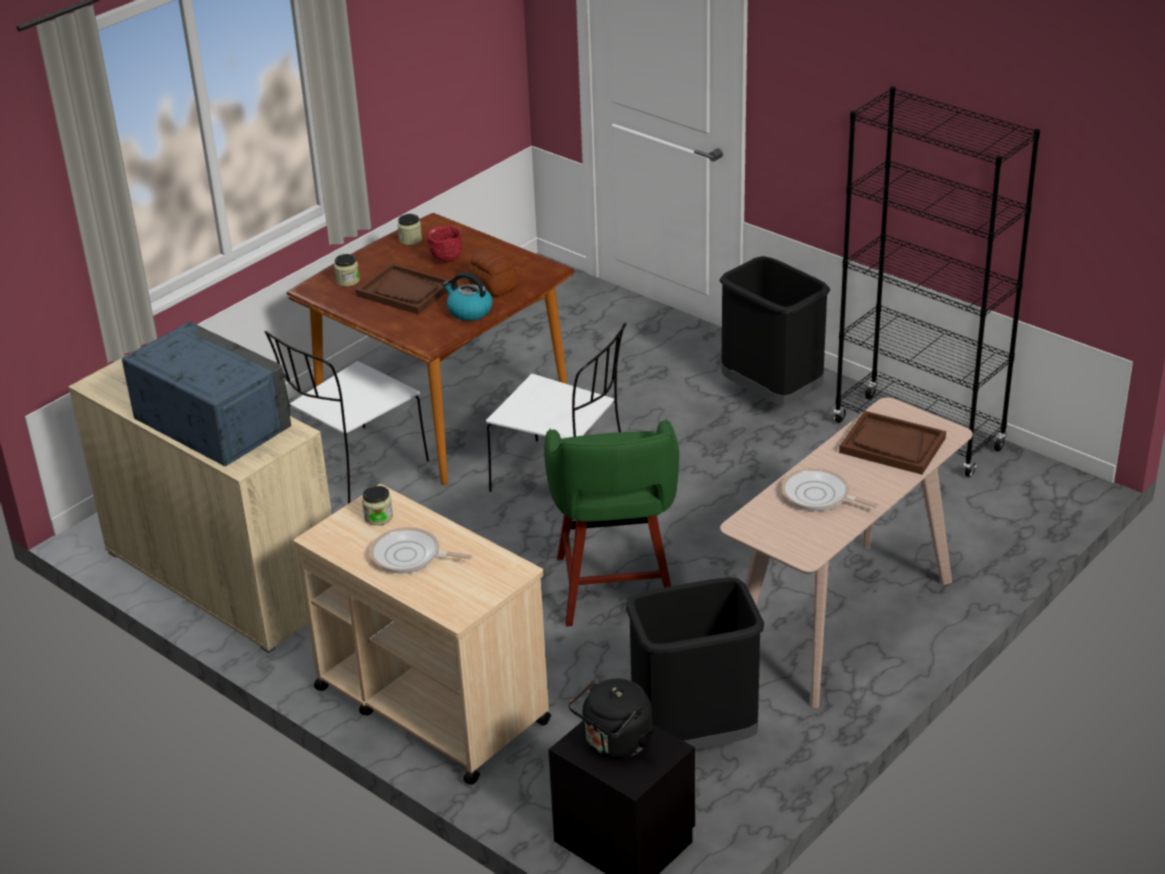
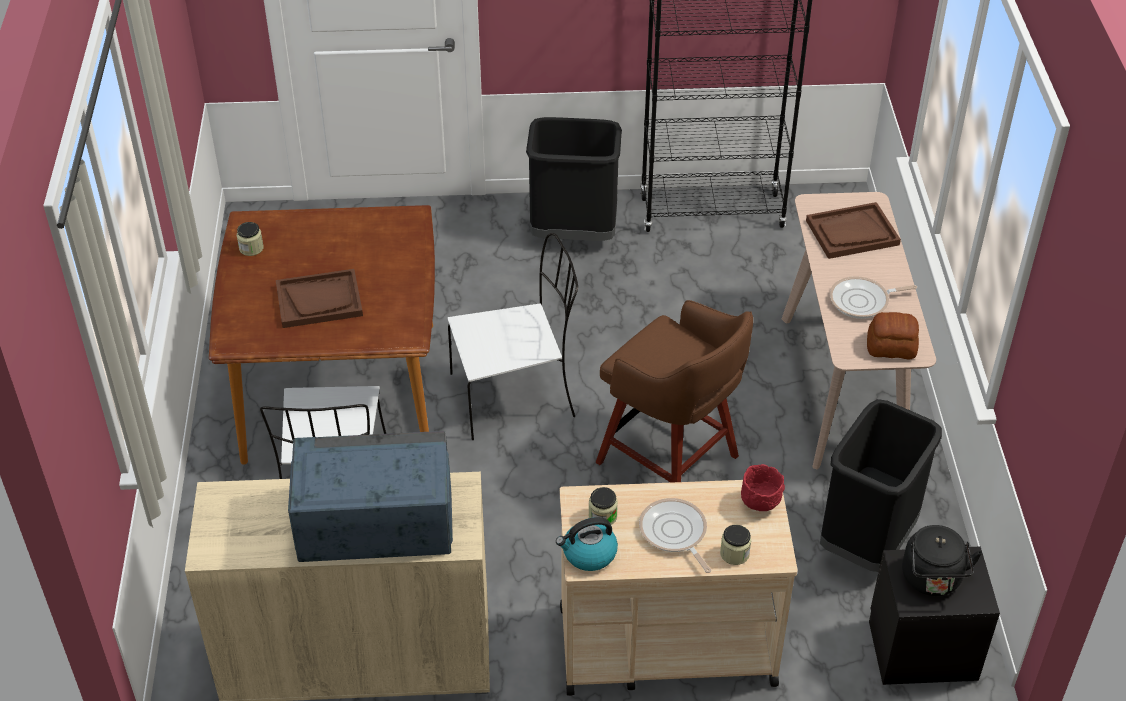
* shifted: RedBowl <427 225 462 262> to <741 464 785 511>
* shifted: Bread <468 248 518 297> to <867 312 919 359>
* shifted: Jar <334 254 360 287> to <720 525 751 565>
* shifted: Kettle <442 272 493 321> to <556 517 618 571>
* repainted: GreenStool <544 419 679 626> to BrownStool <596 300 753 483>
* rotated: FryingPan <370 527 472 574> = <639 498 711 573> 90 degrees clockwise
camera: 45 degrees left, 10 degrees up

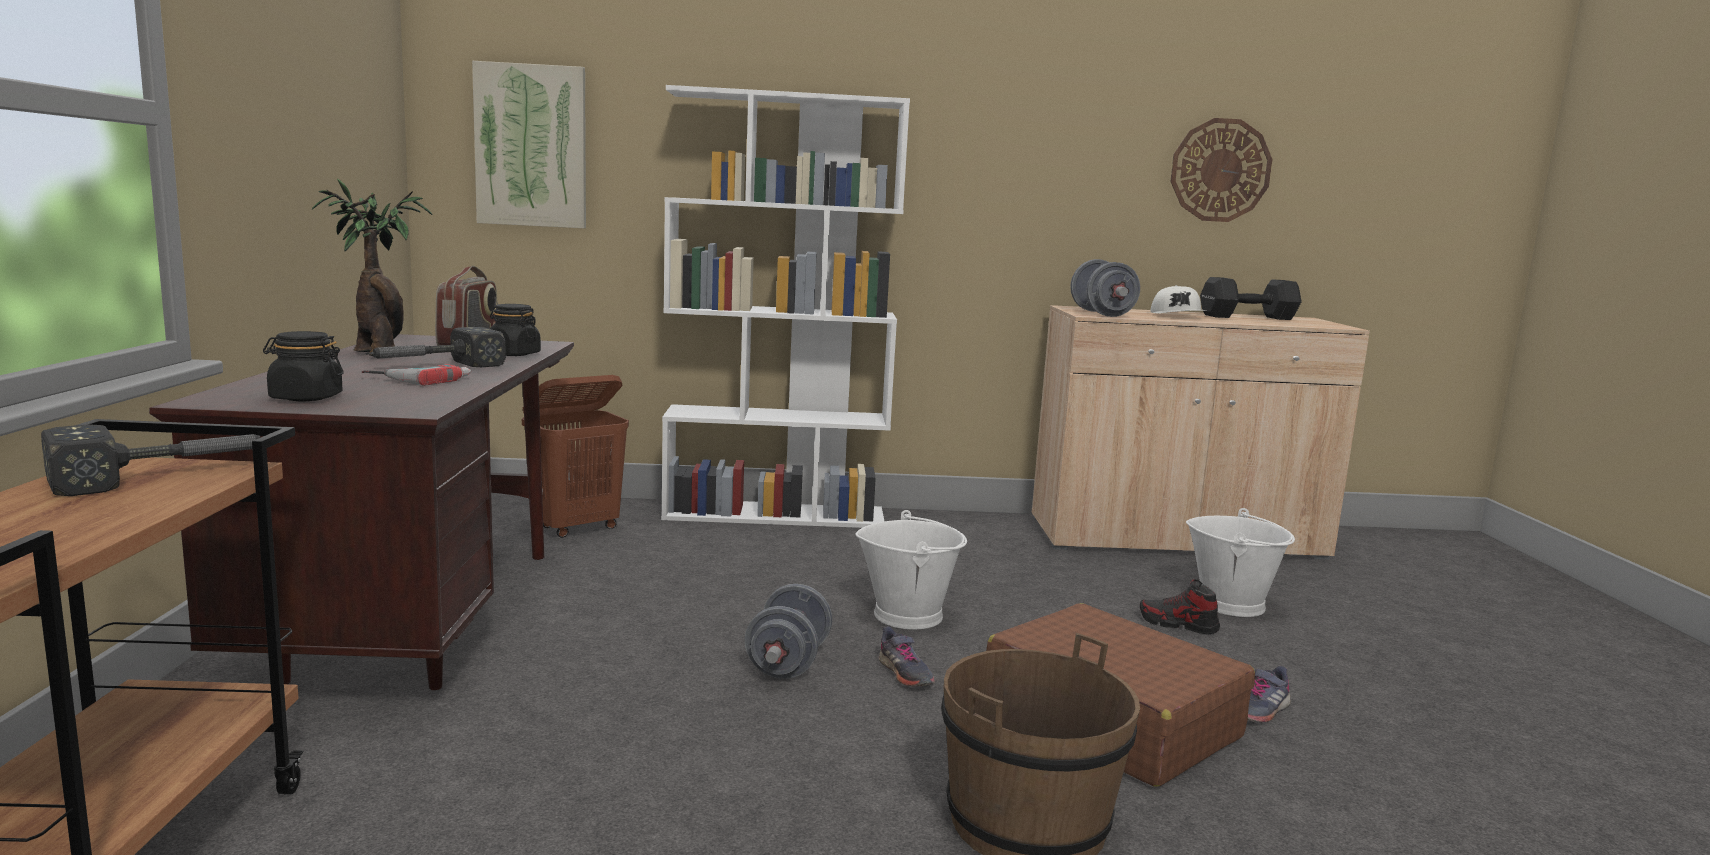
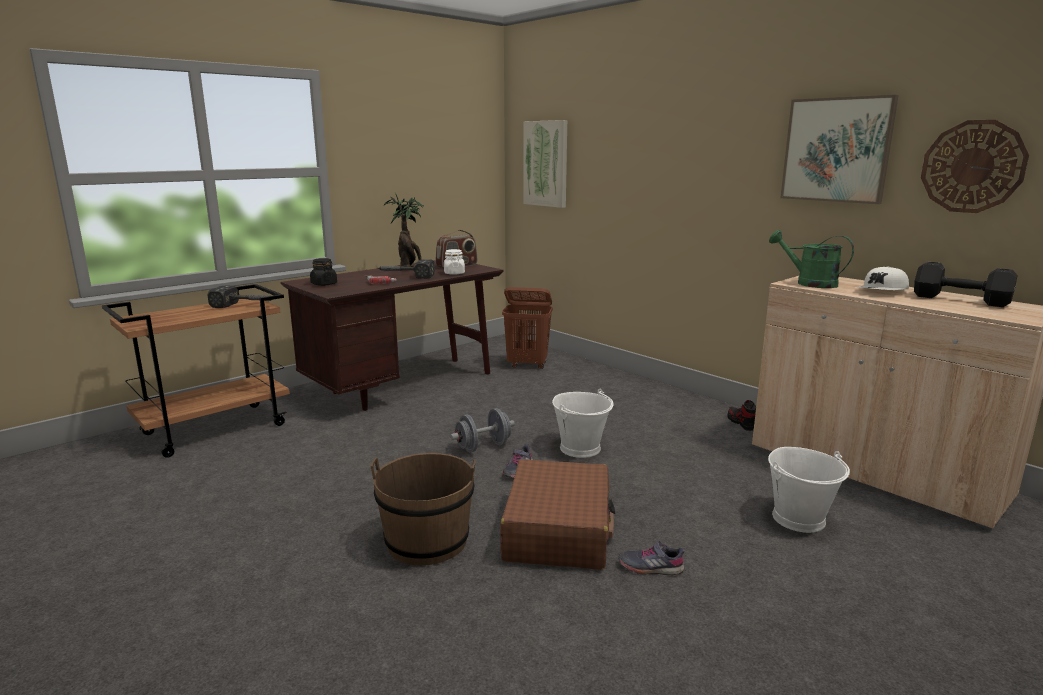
* gone: WhiteBookcase <661 85 910 528>
* swapped: GreyDumbbell <1070 259 1140 317> to GreenWateringCan <769 230 854 288>
* repainted: BlackJar <490 304 541 356> to WhiteJar <444 249 465 275>
* shifted: Shoe <1140 579 1220 635> to <728 400 756 431>
* new: Picture <780 95 899 204>
camera: 50 degrees right, 5 degrees up

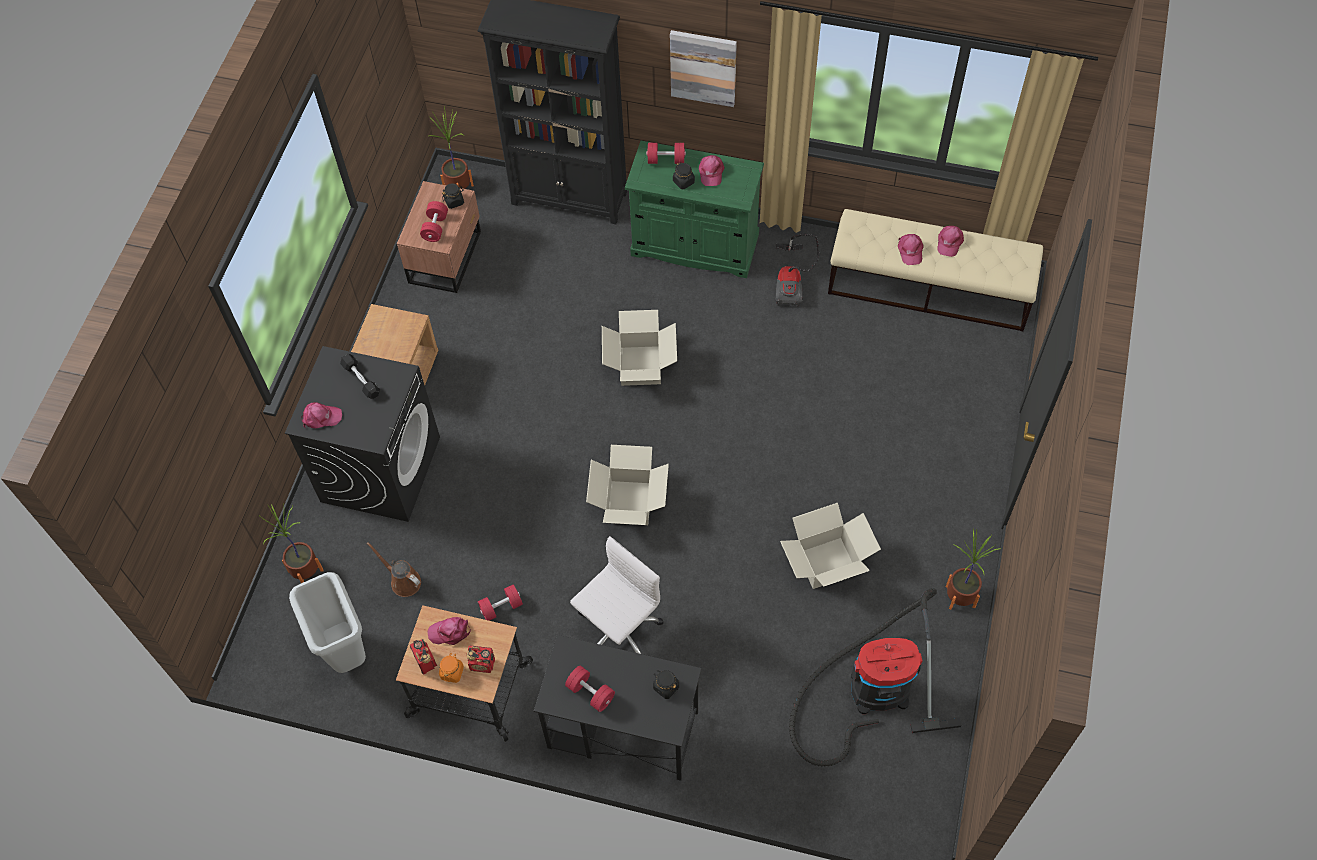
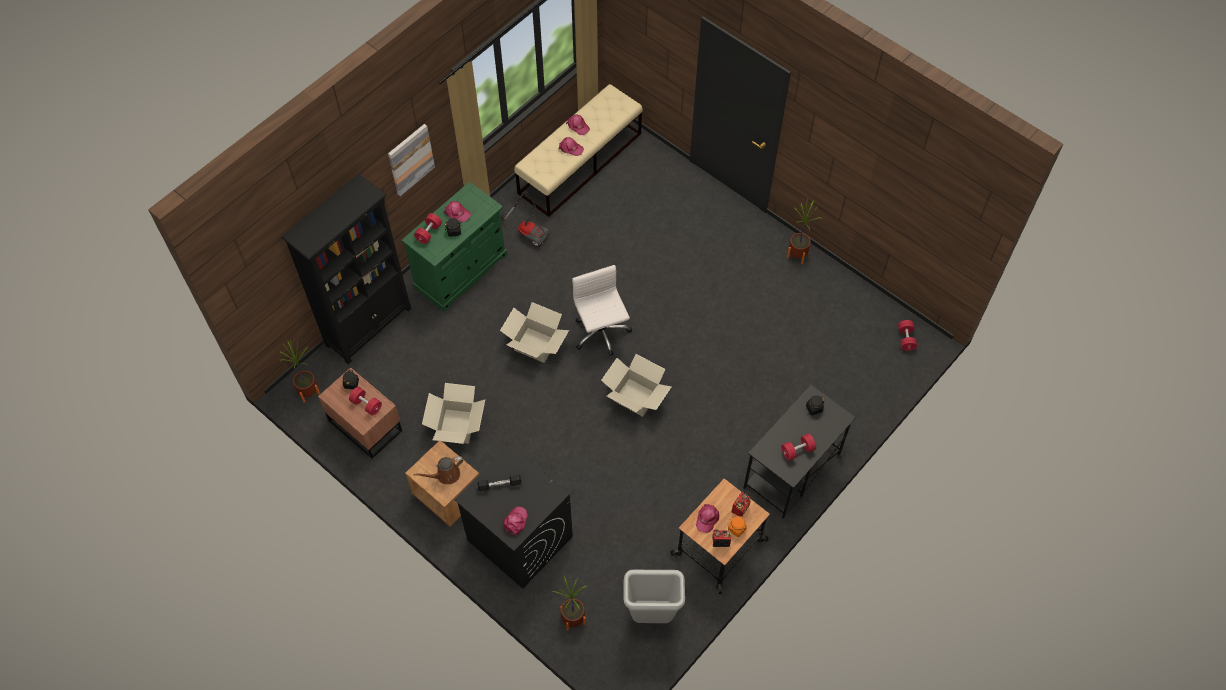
* shifted: CardboardBox <780 503 881 589> to <422 383 485 444>
* shifted: WhiteOfficeChair <570 536 664 654> to <572 265 632 356>
* shifted: BrownWateringCan <367 542 421 597> to <413 456 463 484>
* shifted: RedDumbbell <478 585 523 621> to <898 320 917 351>
* gone: VacuumCleaner <789 588 962 767>
camera: 65 degrees left, 0 degrees up

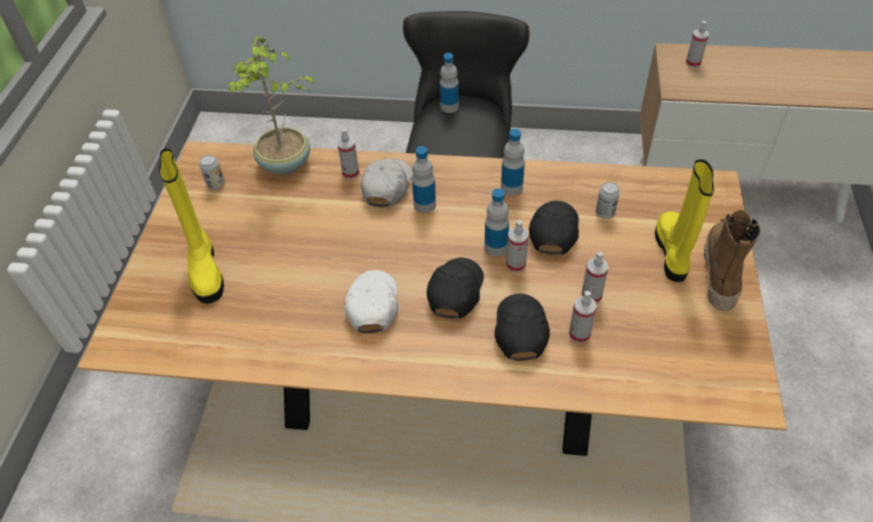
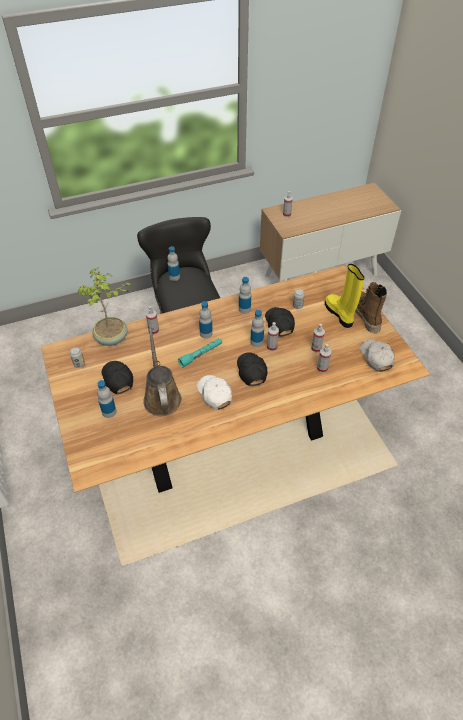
* swapped: YellowBoot <159 148 224 304> to Bottle <97 380 117 418>
* shifted: WhiteCap <361 159 413 207> to <360 339 395 372>
* shifted: BlackCap <495 294 550 361> to <102 361 133 394>
* new: BrownWateringCan <143 328 182 416>
* new: TurquoiseFlashlight <178 338 222 367>
camera: 30 degrees left, 0 degrees up

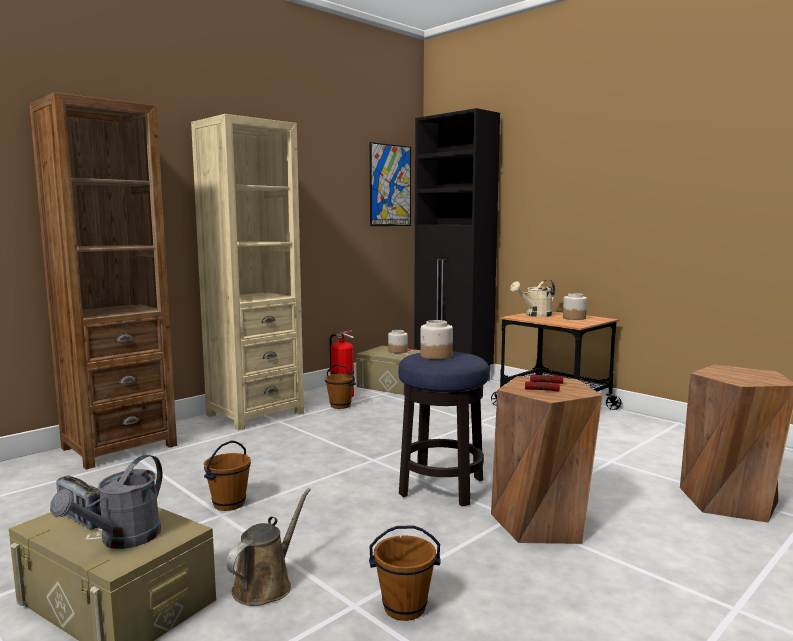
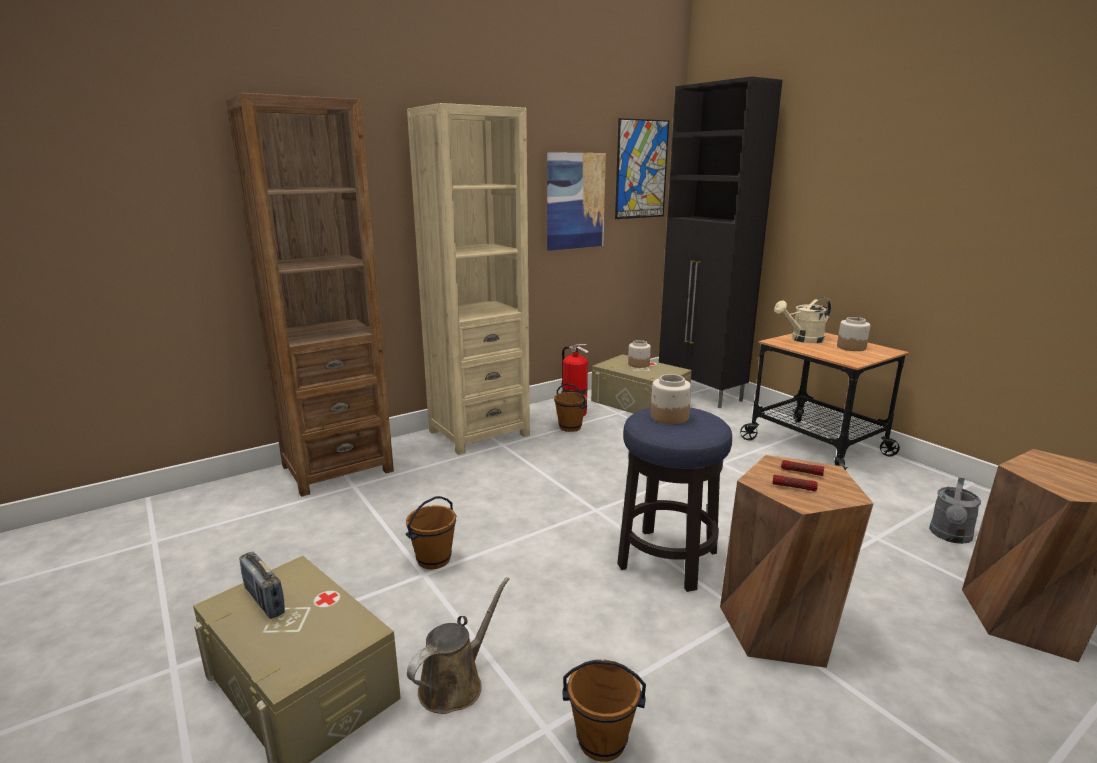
* shifted: GreyWateringCan <50 455 162 549> to <929 477 981 544>
* new: Picture <547 152 606 251>
camera: 10 degrees right, 10 degrees up

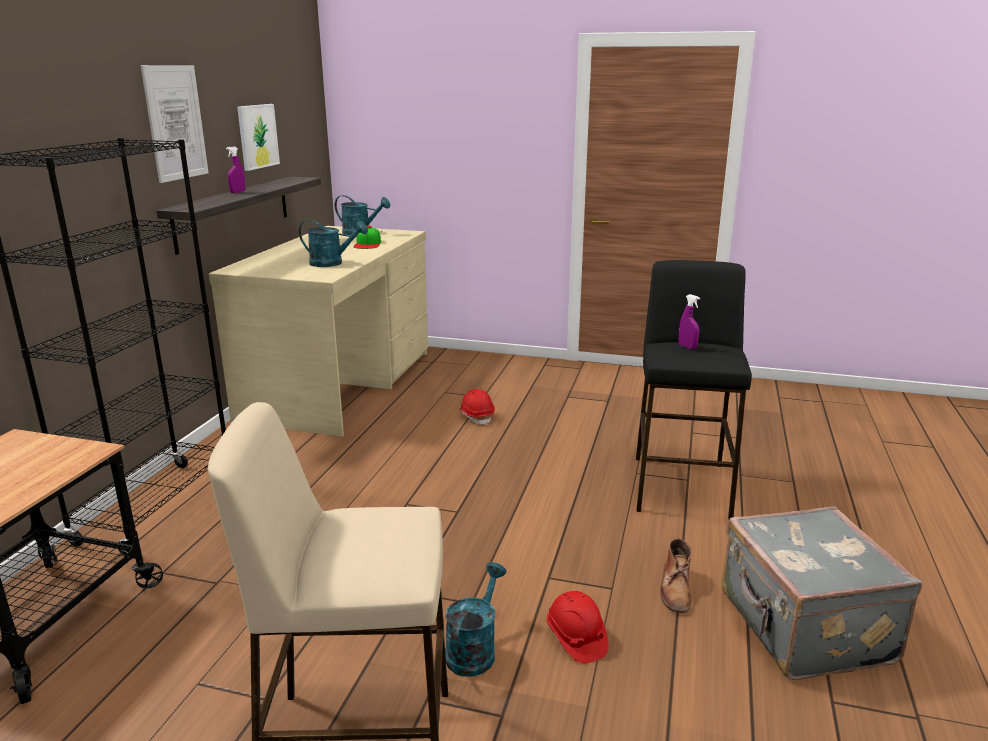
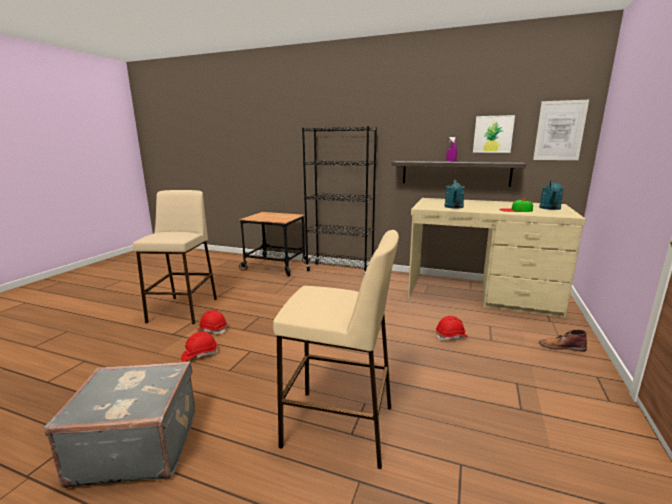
* shifted: Picture <141 65 209 183> to <533 100 589 160>
* repainted: BlackStool <636 260 752 520> to BeigeStool <273 230 399 469>
* gone: PurpleSprayBottle <679 294 700 349>
* shifted: BrownBoot <660 538 692 613> to <539 329 587 352>
* swapped: TurquoiseWateringCan <445 562 506 677> to RedHardHat <198 310 227 334>
camera: 95 degrees right, 5 degrees down

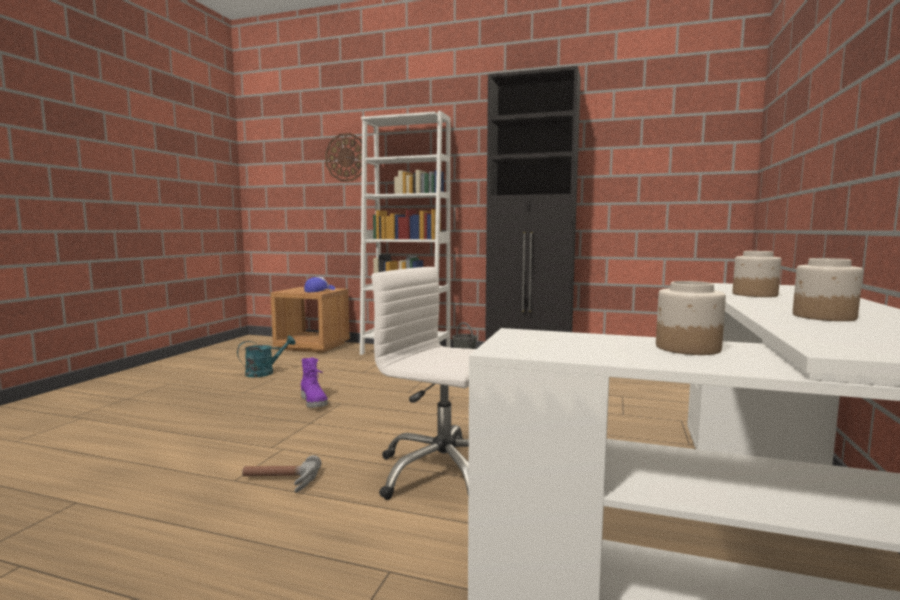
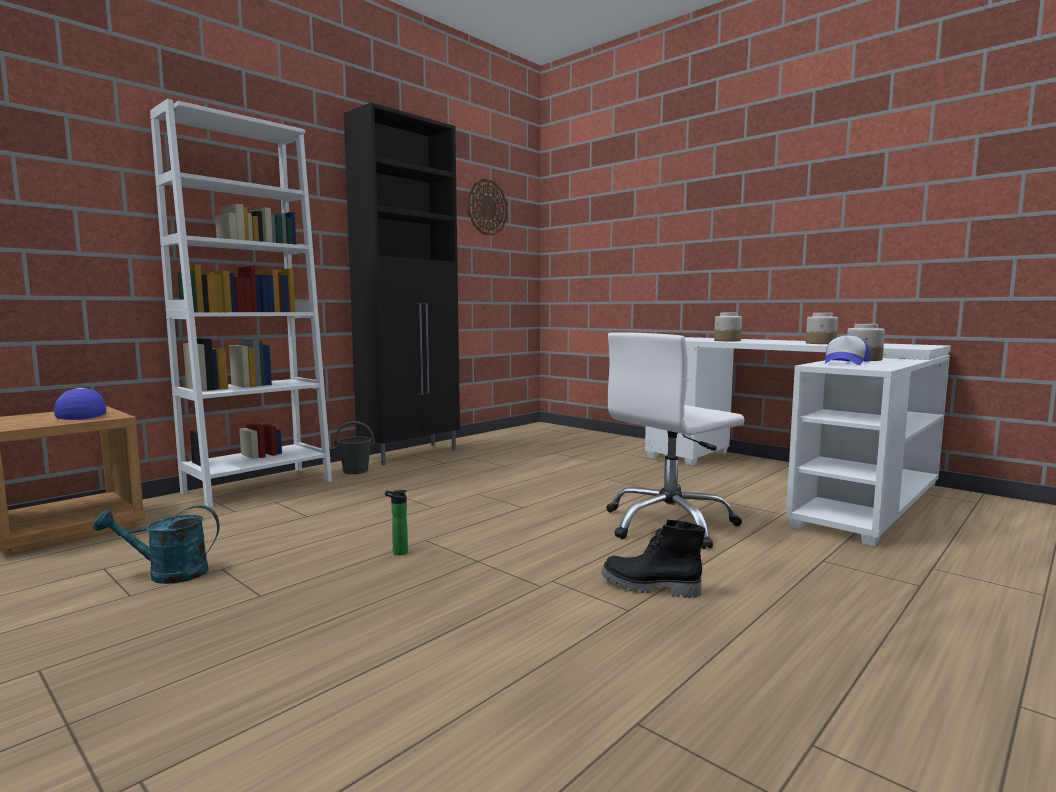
* shifted: WallClock <325 133 362 182> to <468 179 507 236>
* rotated: TurquoiseWateringCan <237 335 295 377> = <93 505 220 584> 90 degrees counterclockwise
* swapped: PurpleBoot <301 358 328 408> to Bottle <385 490 408 555>
* swapped: Hammer <242 455 321 493> to BlackBoot <601 520 705 598>
* new: Cap <825 335 871 365>
camera: 65 degrees left, 0 degrees up

